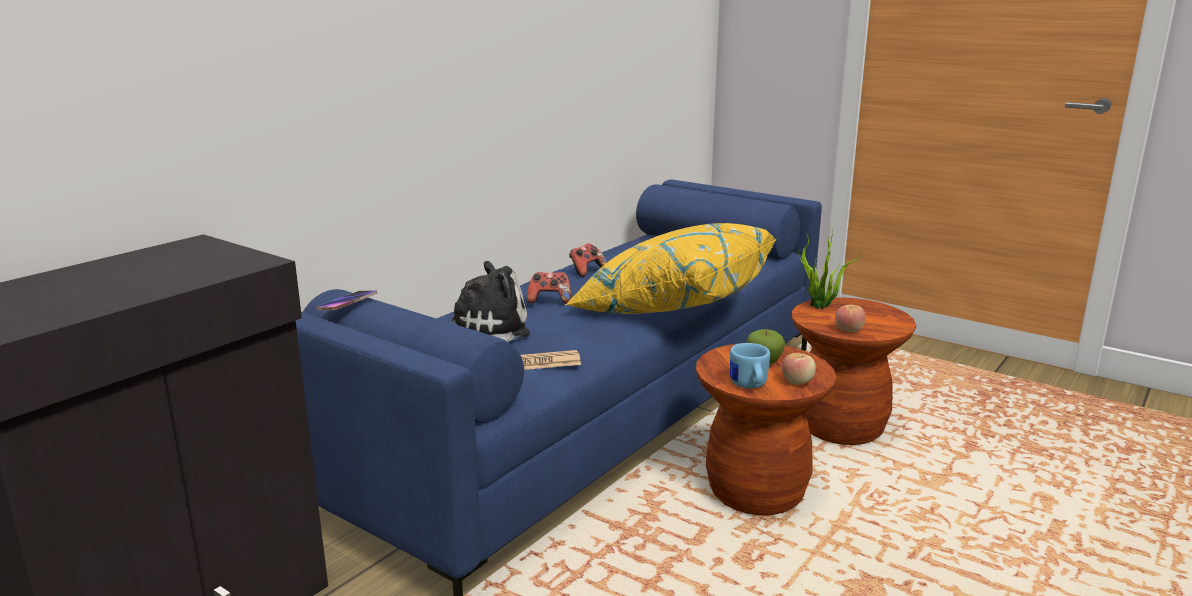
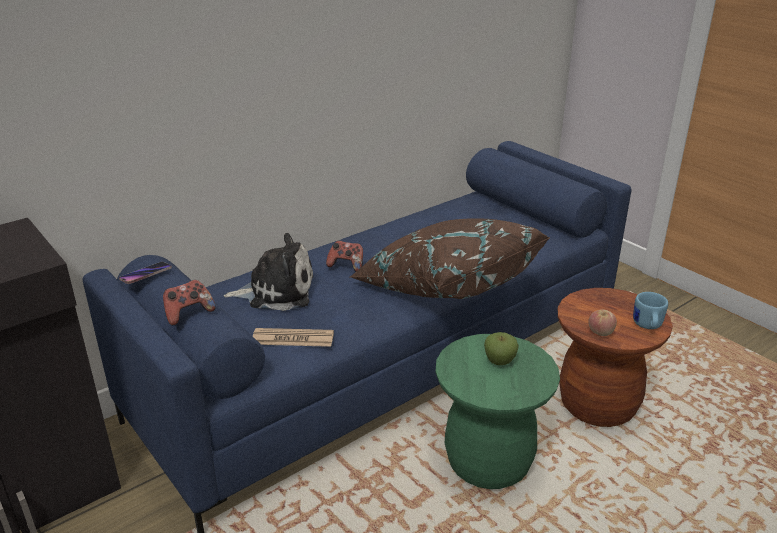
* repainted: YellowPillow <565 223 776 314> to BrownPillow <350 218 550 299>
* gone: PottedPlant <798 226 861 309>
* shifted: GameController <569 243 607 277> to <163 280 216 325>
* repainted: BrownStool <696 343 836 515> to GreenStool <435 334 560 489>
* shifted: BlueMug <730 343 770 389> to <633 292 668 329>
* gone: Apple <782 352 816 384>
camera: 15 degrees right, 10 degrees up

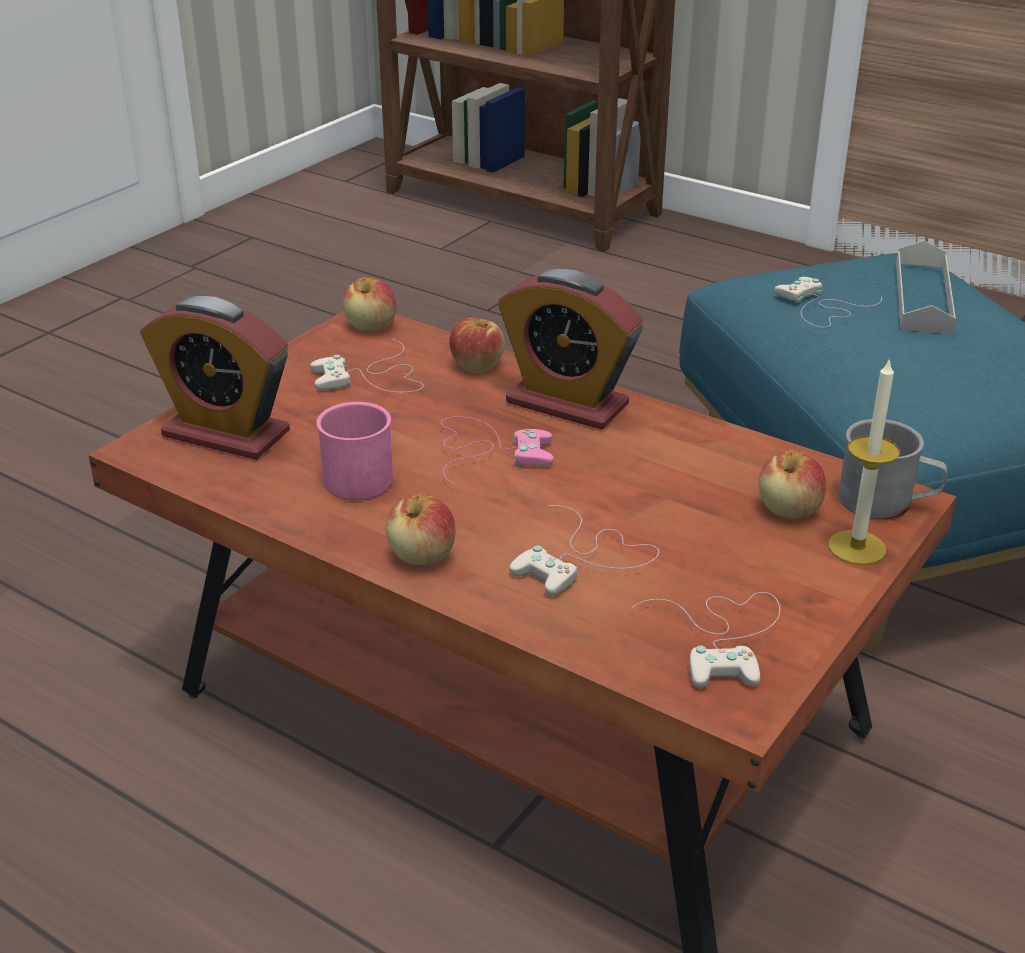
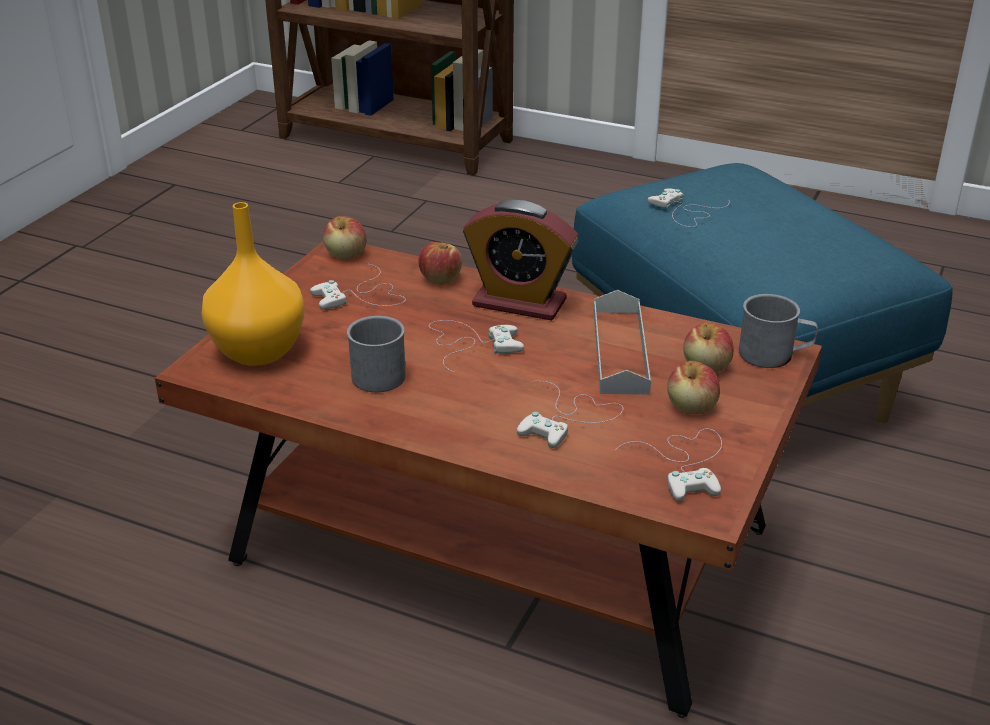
* shifted: GreyTray <896 240 956 334> to <594 290 651 395>
* swapped: AlarmClock <140 296 290 460> to OrangeVase <202 202 305 366>
* gone: Candle <828 357 900 565>
* repainted: PinkMug <317 402 393 500> to GreyMug <347 316 406 392>
* repainted: PinkGameController <441 416 554 484> to WhiteGameController <429 320 524 372>
* shifted: Apple <386 493 455 565> to <667 361 720 414>
camera: 10 degrees left, 0 degrees up

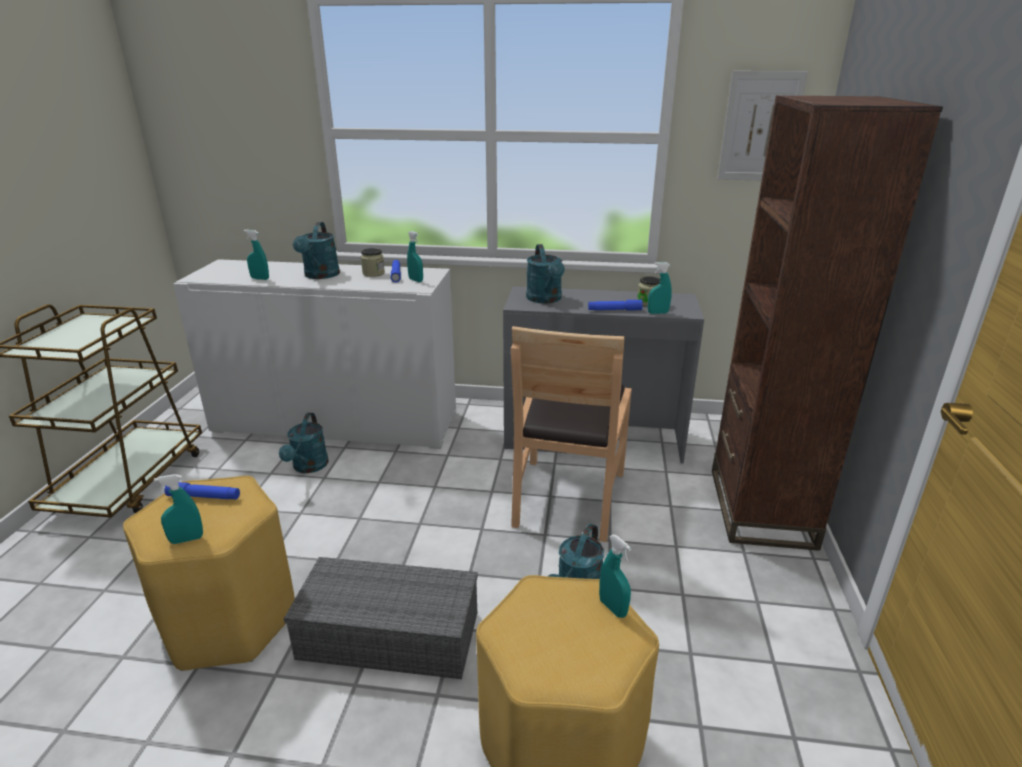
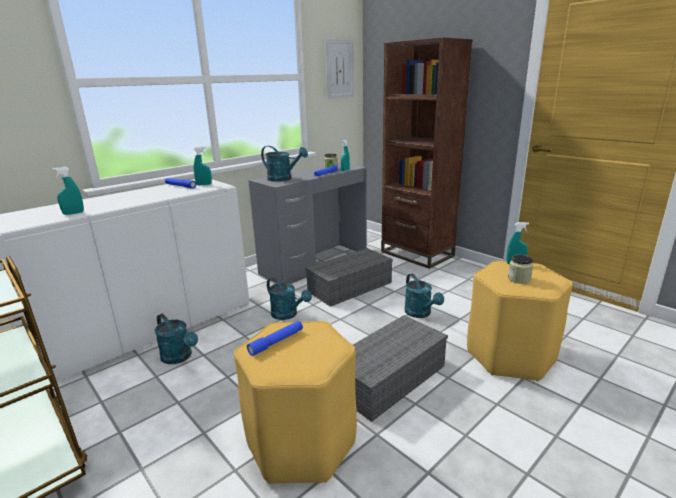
* shifted: TurquoiseWateringCan <293 222 340 279> to <267 278 312 320>
* shifted: Jar <361 248 385 277> to <508 255 534 284>
* swapped: BrownChair <511 326 632 542> to GreyStorageBox <305 248 393 307>
* gone: TurquoiseSprayBottle <154 474 203 544>
camera: 50 degrees left, 5 degrees down

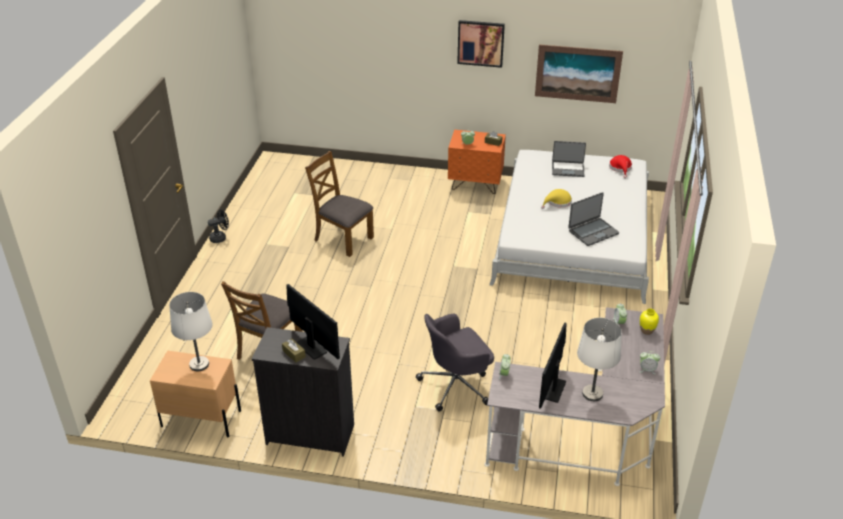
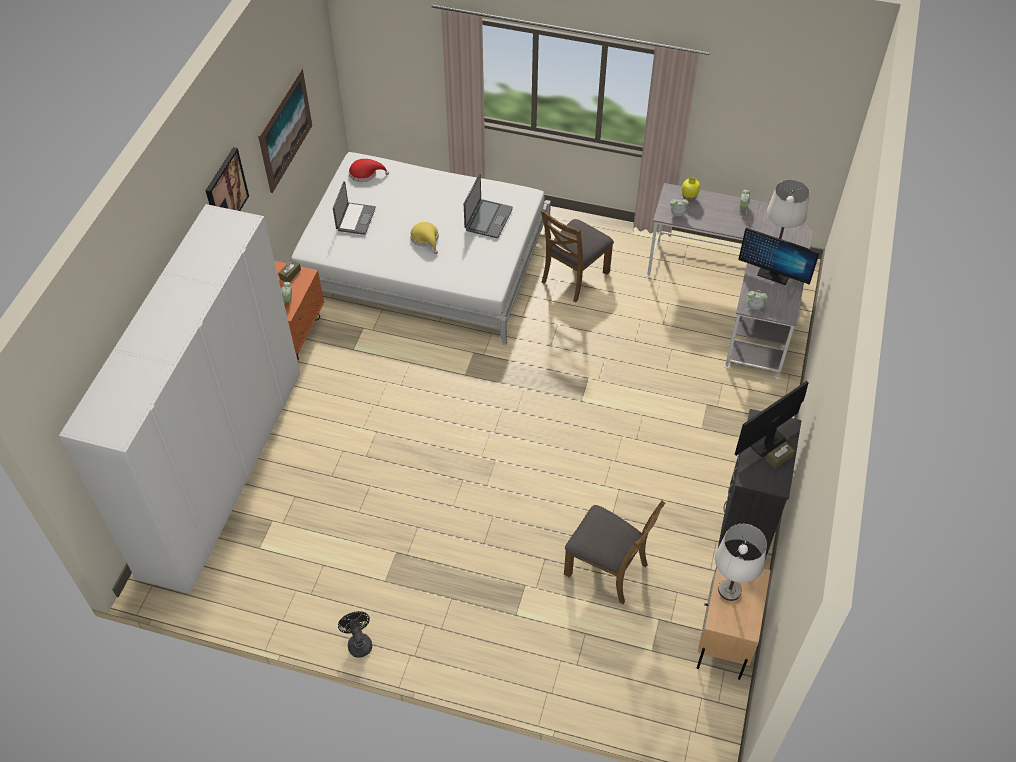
* shifted: BrownChair <305 151 374 257> to <541 209 614 302>
* rotated: Laptop <568 192 619 246> = <464 174 513 238> 45 degrees clockwise
* gone: GreyOfficeChair <416 314 494 412>
* new: WhiteWardrobe <59 204 300 594>
camera: 85 degrees left, 15 degrees up

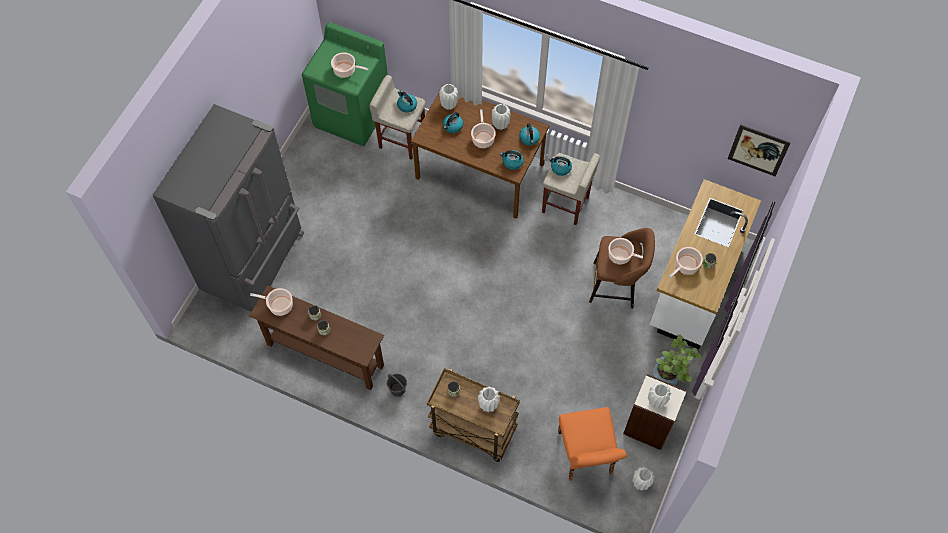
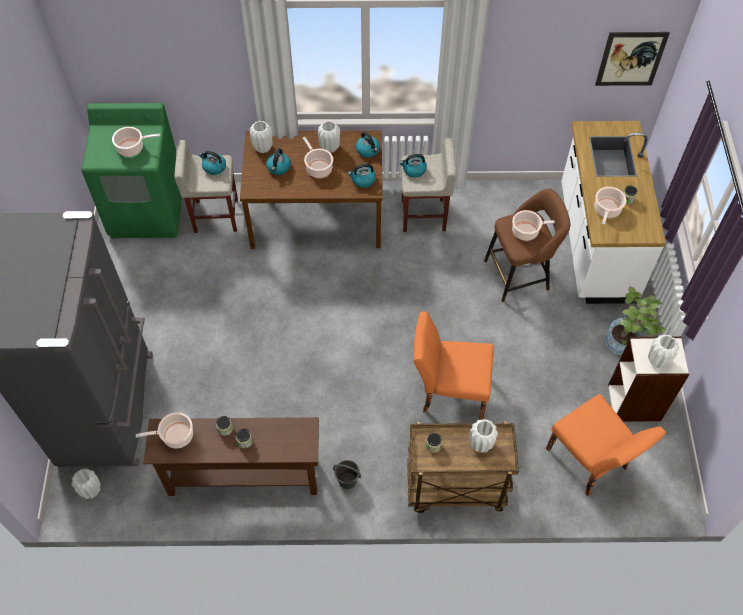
* shifted: WhiteVase <633 467 655 491> to <71 468 101 499>
* new: OrangeChair <413 311 494 420>
camera: 25 degrees left, 5 degrees down

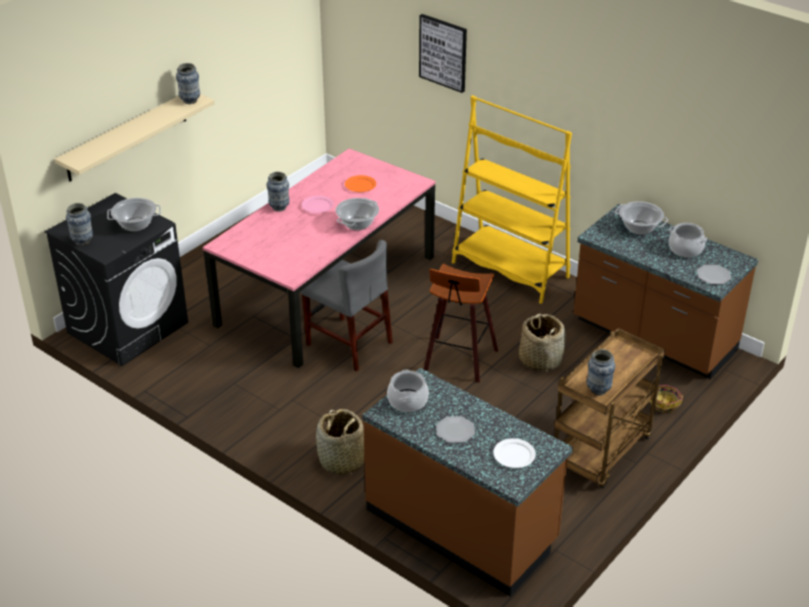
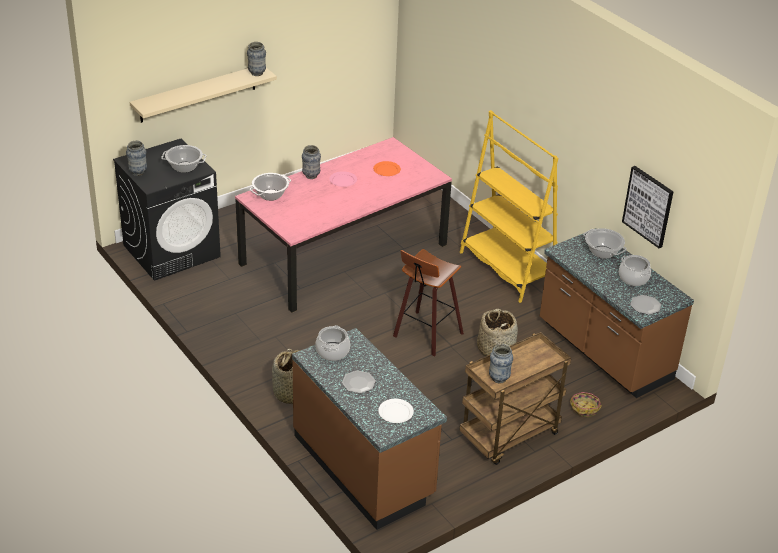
* shifted: Picture <419 14 467 93> to <622 166 674 248>
* shifted: CookingPot <336 198 379 230> to <250 173 291 201>
* gone: GreyChair <300 240 393 371>
camera: 15 degrees right, 0 degrees up

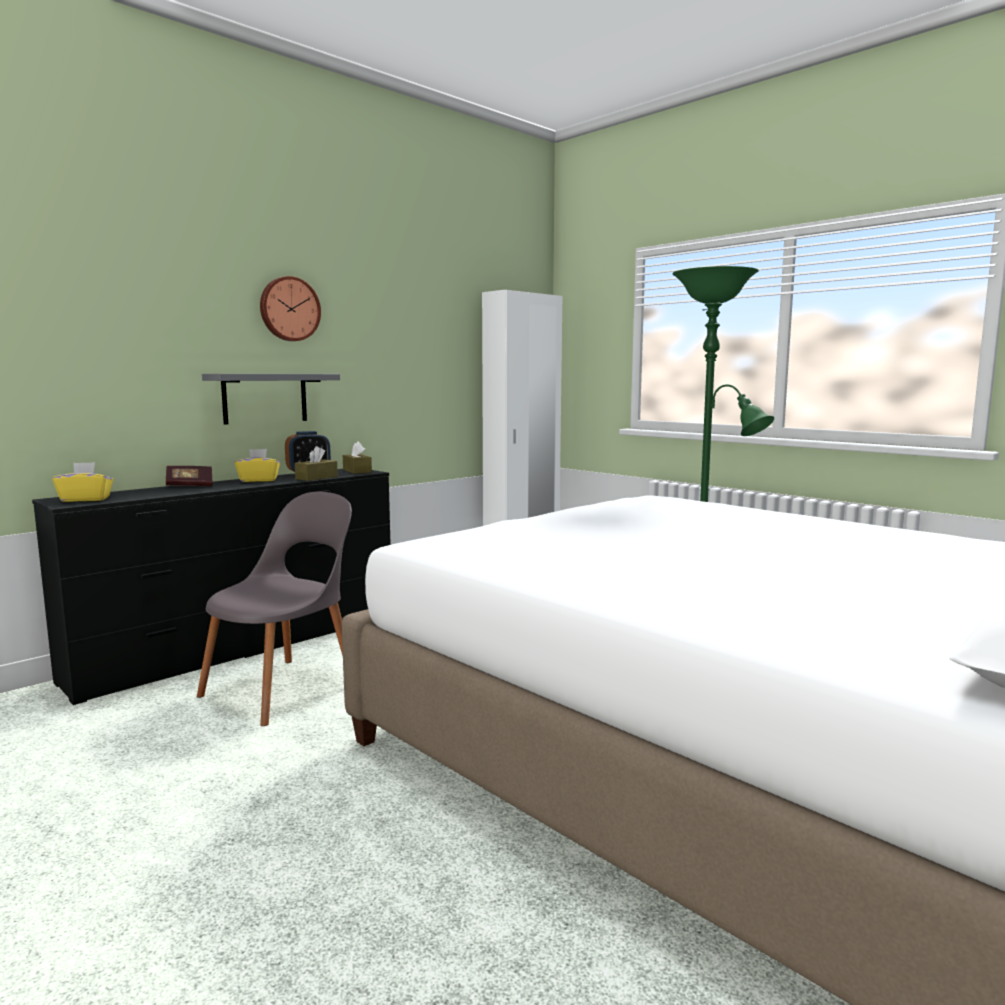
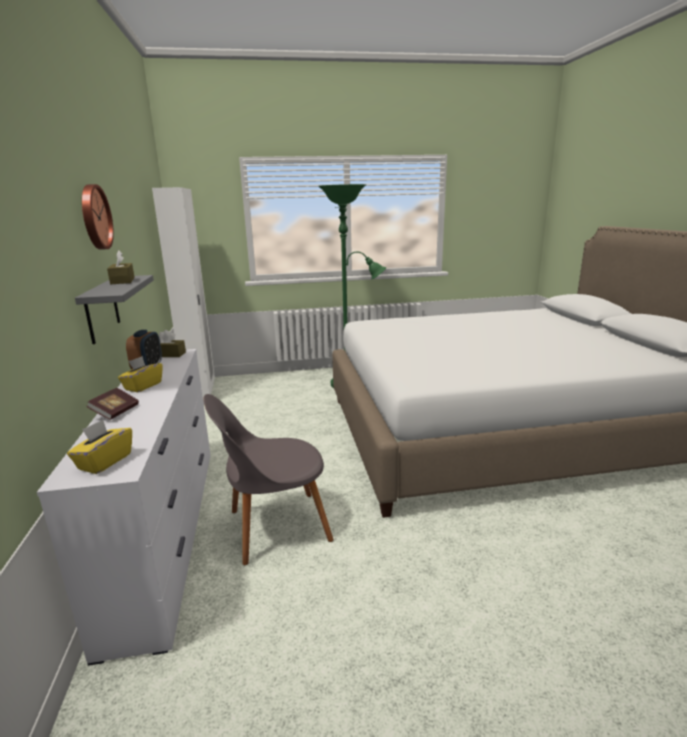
* shifted: BrownTissueBox <295 446 338 481> to <107 250 135 284>
* repainted: BlackDresser <32 469 391 705> to WhiteDresser <37 349 211 666>
* rotated: GreyChair <197 492 352 726> = <204 394 334 565> 90 degrees counterclockwise
camera: 55 degrees left, 10 degrees up

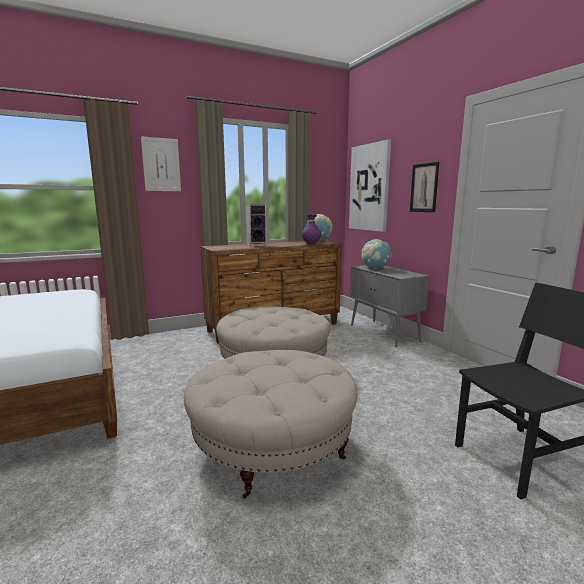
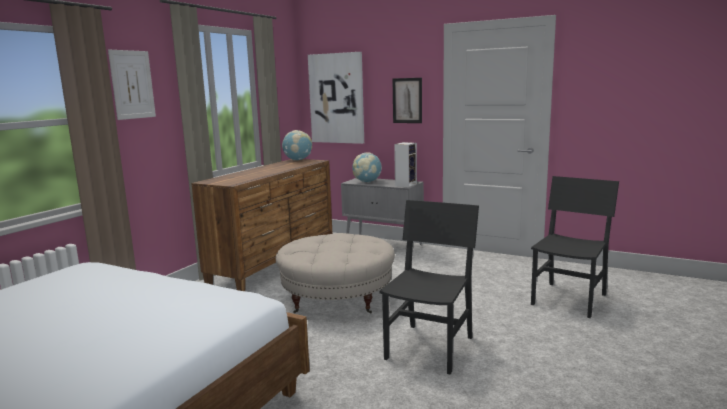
* shifted: Speaker <246 204 267 246> to <394 142 417 187>
* gone: PurpleVase <302 214 321 244>
* swapped: BeigeOttoman <184 350 358 498> to BlackChair <379 200 479 375>
camera: 35 degrees left, 0 degrees up

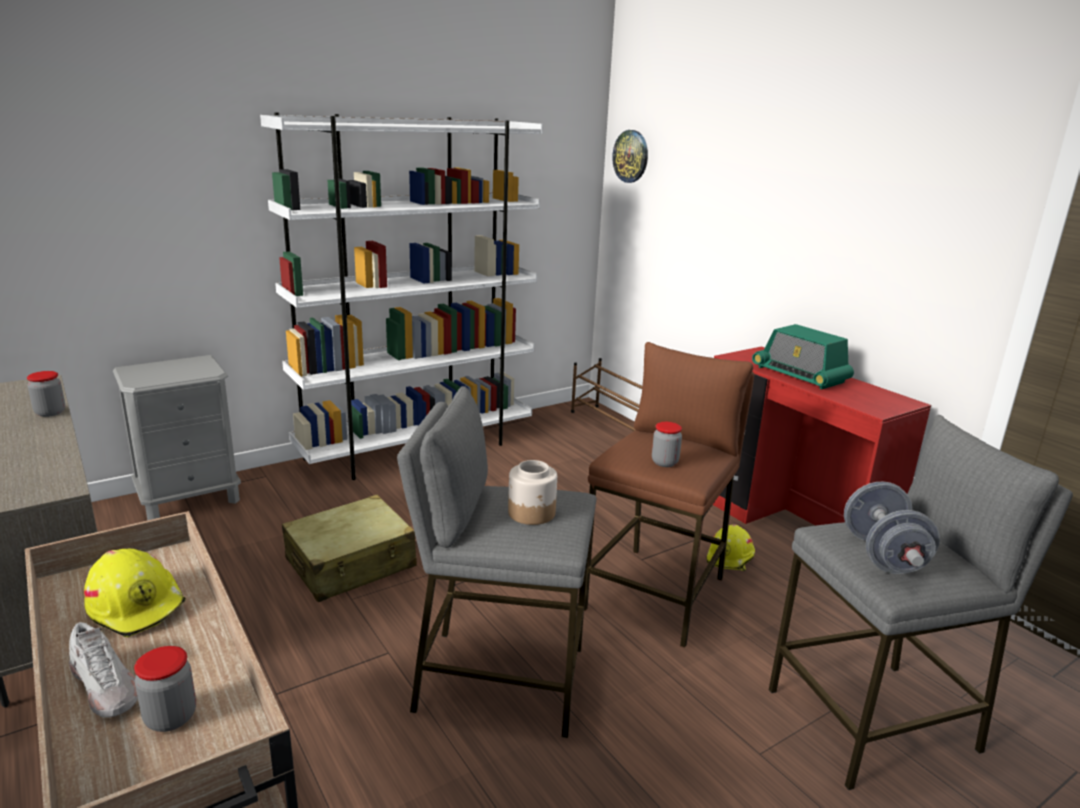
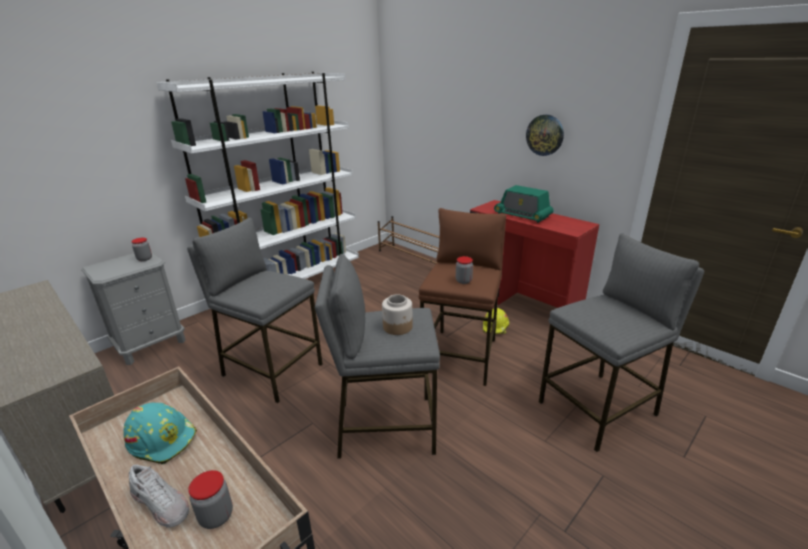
* shifted: WallClock <612 130 648 183> to <526 114 564 156>
* shifted: Jar <27 371 65 417> to <131 238 152 261>
* gone: GreyDumbbell <844 481 940 574>
* swapped: BeigeSuitcase <282 495 417 602> to GreyStool <187 218 323 403>
* repainted: YellowHardHat <84 549 186 637> to TurquoiseHardHat <123 403 197 464>
camera: 10 degrees left, 5 degrees up

